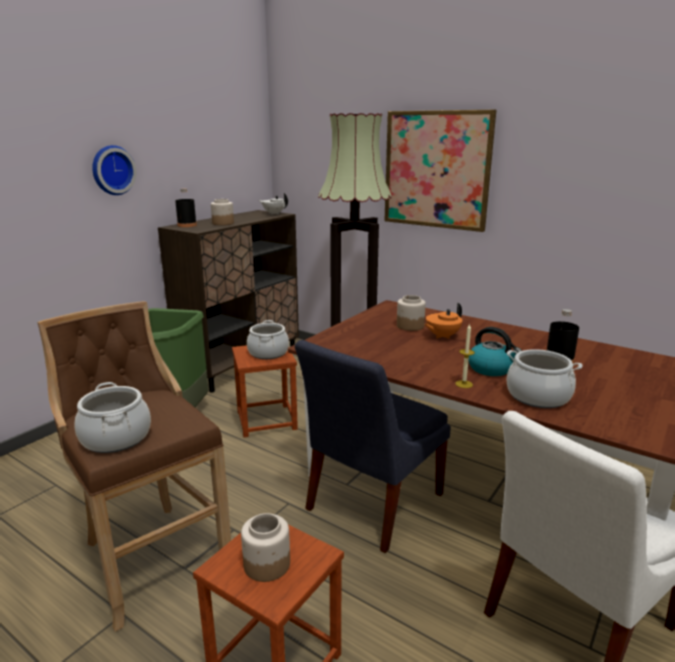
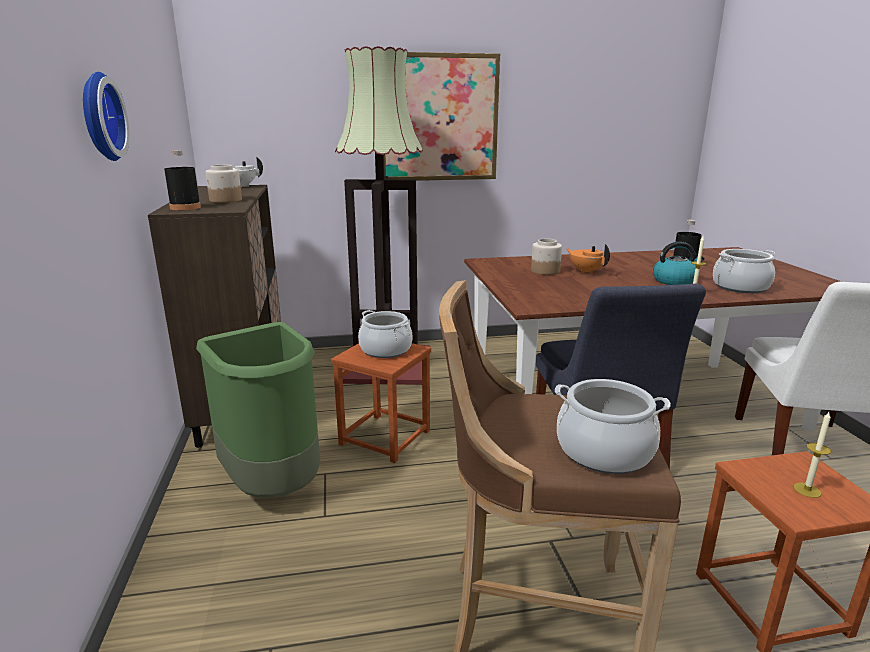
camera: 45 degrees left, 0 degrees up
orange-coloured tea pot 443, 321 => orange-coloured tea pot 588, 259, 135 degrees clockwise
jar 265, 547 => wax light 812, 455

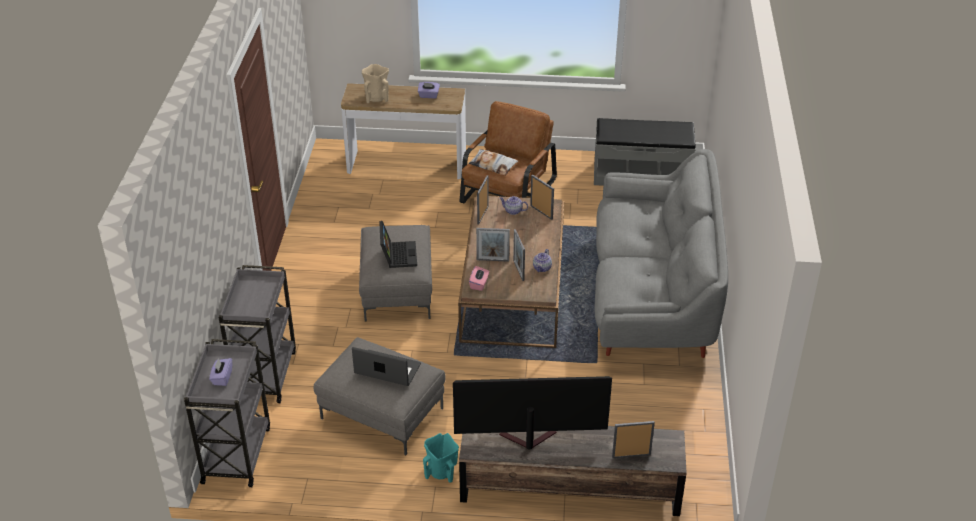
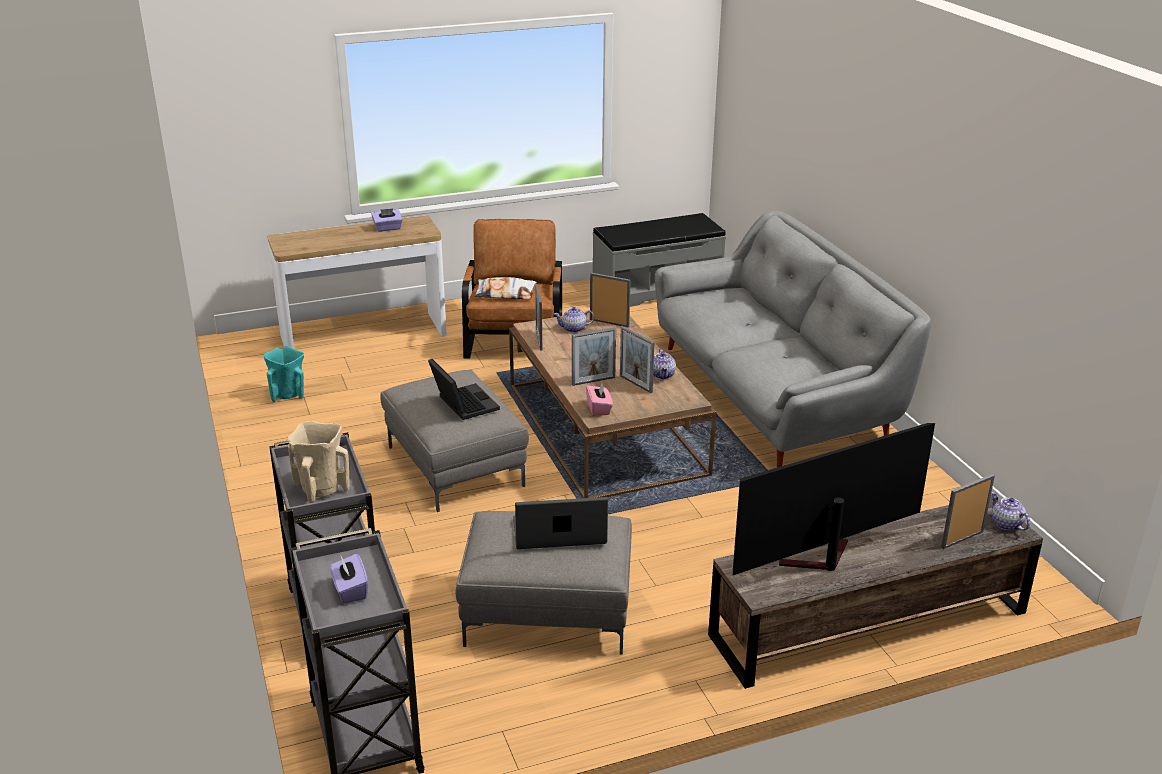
camera: 25 degrees left, 10 degrees down
turquoise-coloured vase 441, 458 => turquoise-coloured vase 284, 374, moved
sand-coloured vase 375, 83 => sand-coloured vase 319, 462, moved
nothing => tea pot 1010, 511

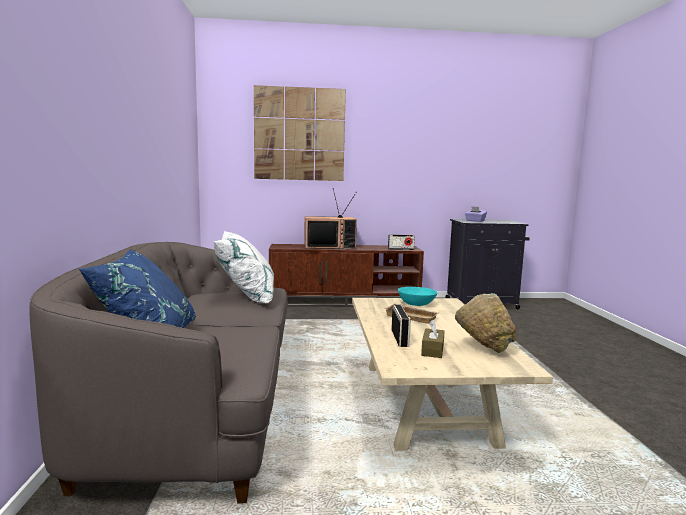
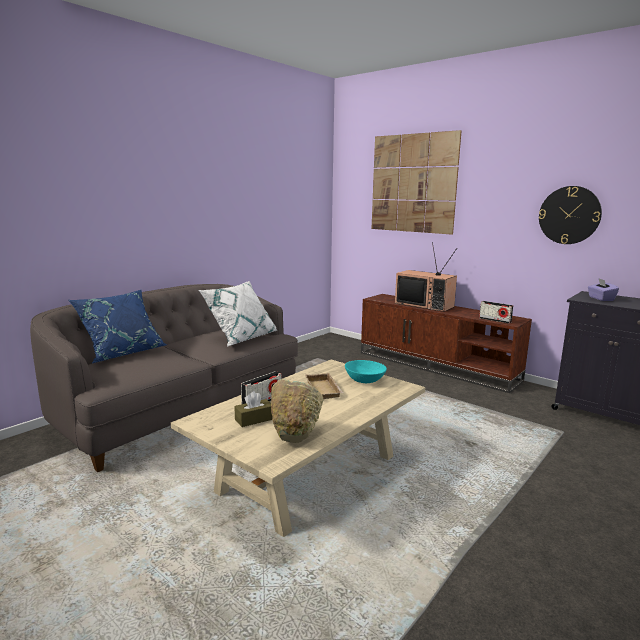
camera: 45 degrees right, 5 degrees up
nothing => wall clock 570, 215

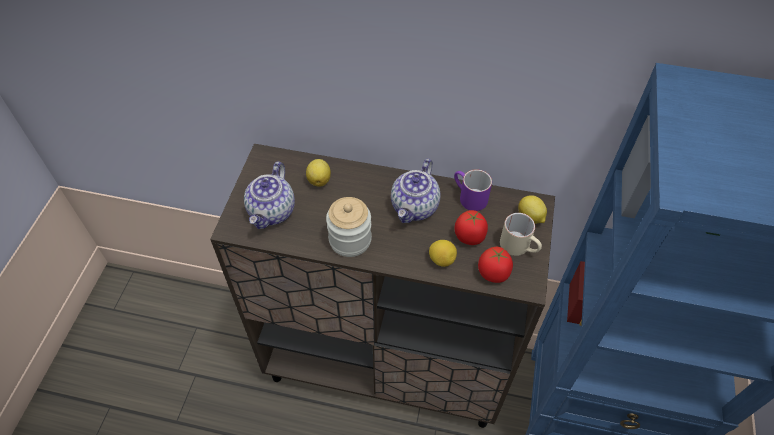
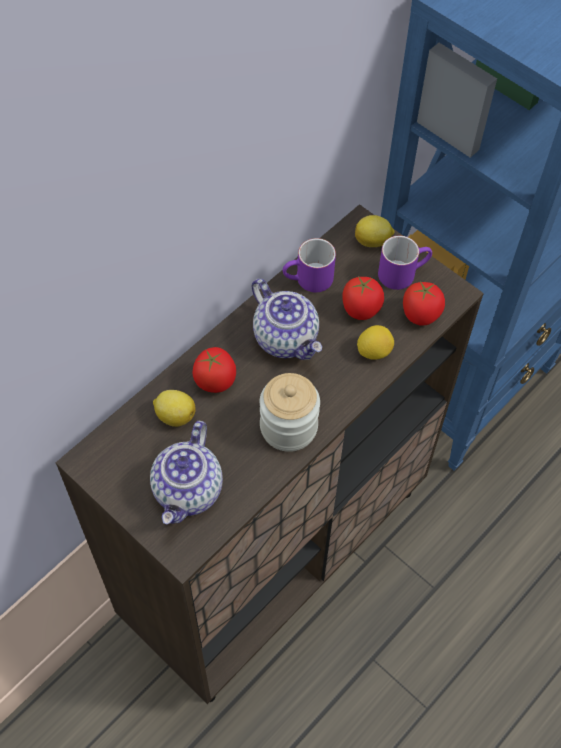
camera: 60 degrees left, 5 degrees up
tea pot 269, 195 => tea pot 186, 472, 60 degrees clockwise
nothing => tomato 214, 370
sand-coloured coffee mug 521, 234 => purplish coffee mug 405, 263

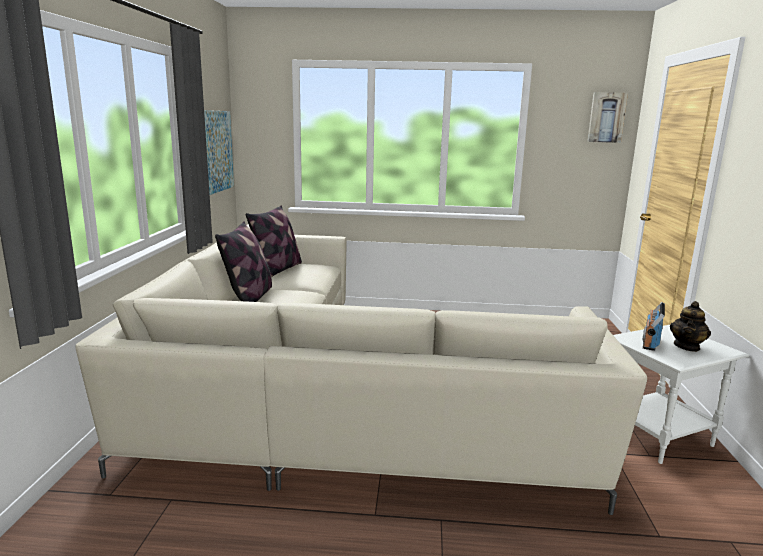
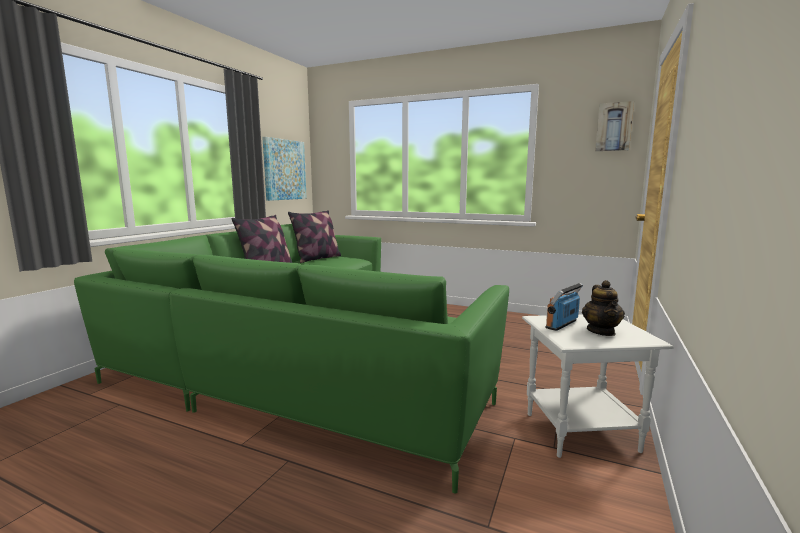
camera: 20 degrees right, 5 degrees down
sand-coloured couch 361, 369 => greenish couch 291, 359
tea pot 690, 326 => tea pot 603, 308, 45 degrees counterclockwise

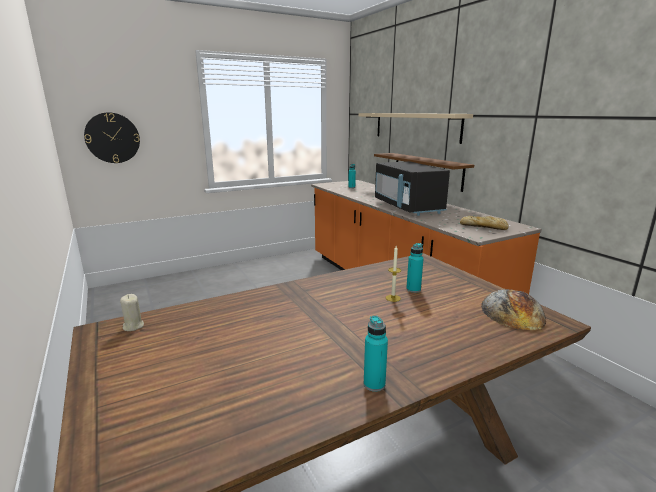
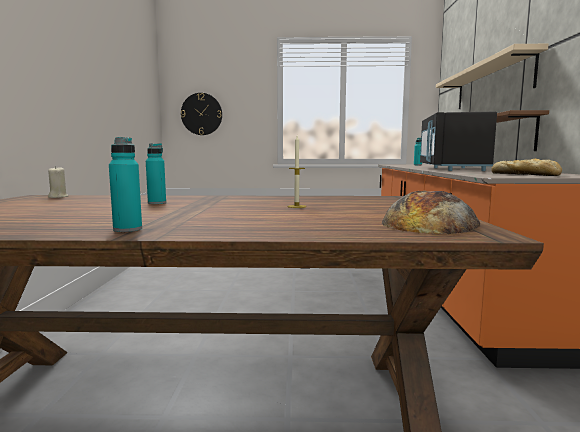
camera: 30 degrees right, 10 degrees down
turquoise-coloured bottle 415, 268 => turquoise-coloured bottle 156, 173, moved

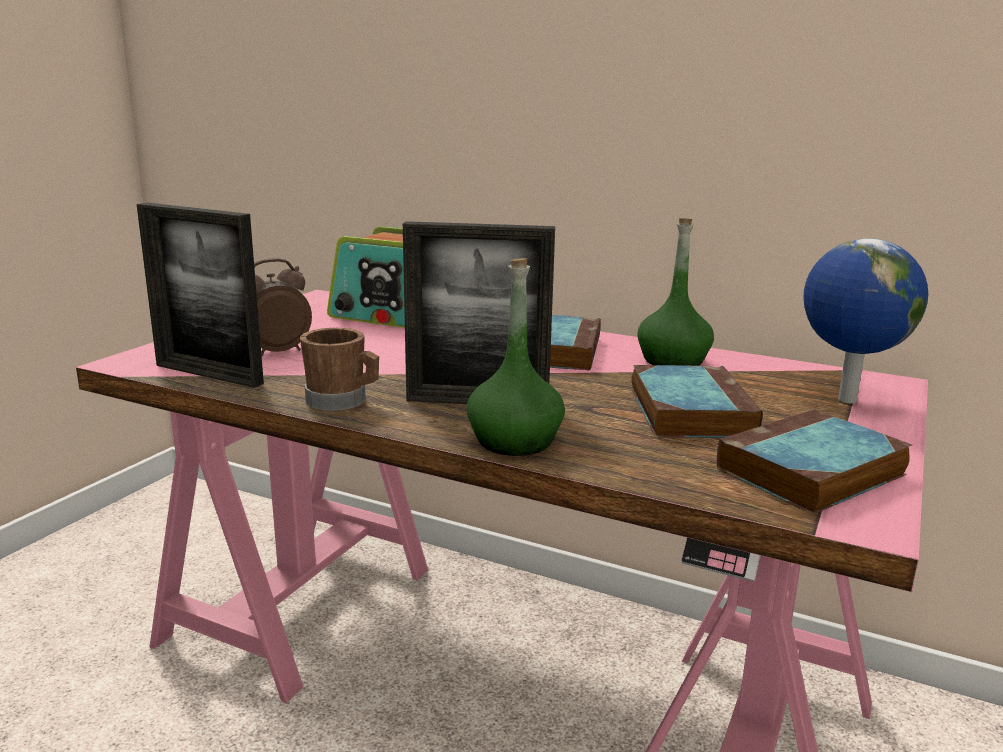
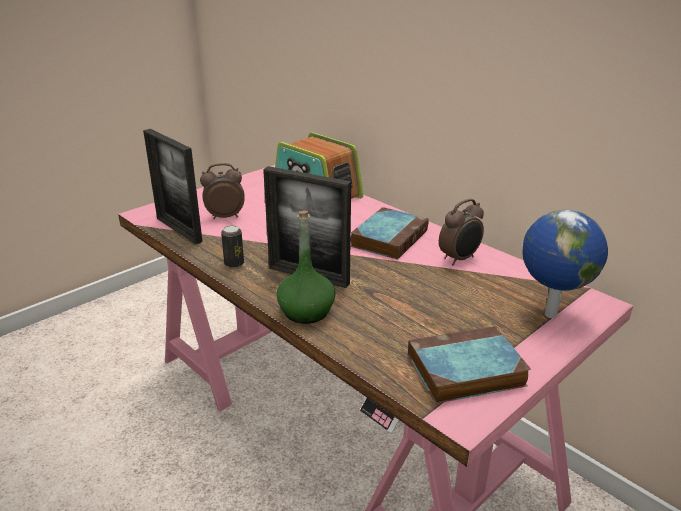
camera: 20 degrees right, 10 degrees up
brown coffee mug 339, 370 => can 232, 246
greenish bottle 675, 292 => table clock 461, 232
book 697, 401 => nothing

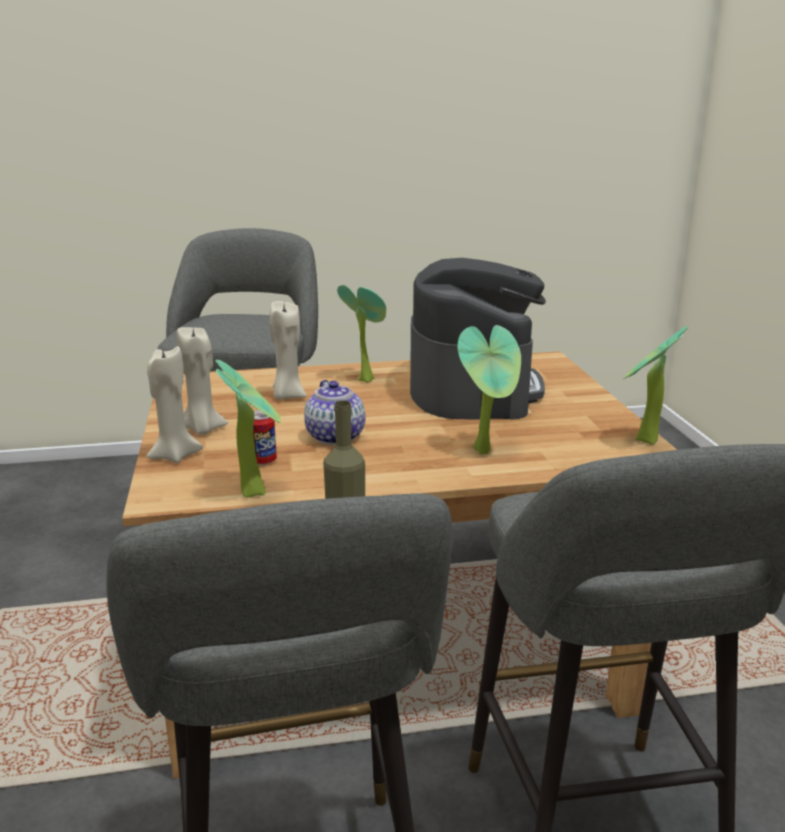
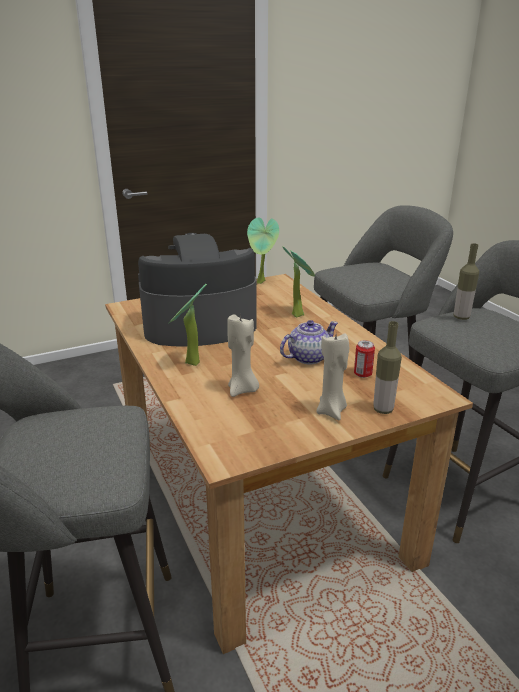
camera: 105 degrees left, 5 degrees up
sand-coloured wax light 174, 404 => bottle 387, 367
potted plant 248, 429 => nothing

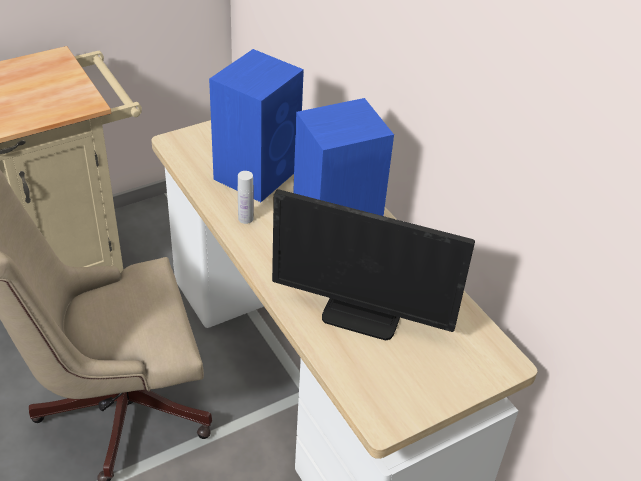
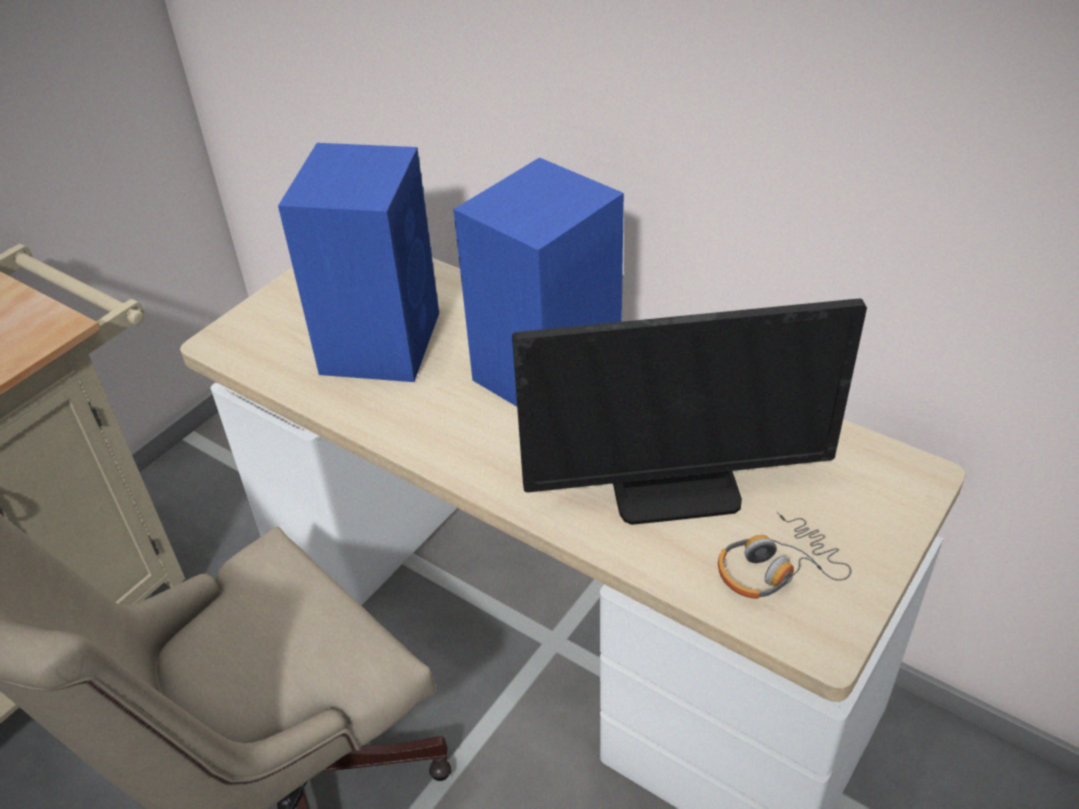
camera: 20 degrees left, 0 degrees up
nothing => pair of headphones 784, 555
white-coloured bottle 246, 197 => nothing

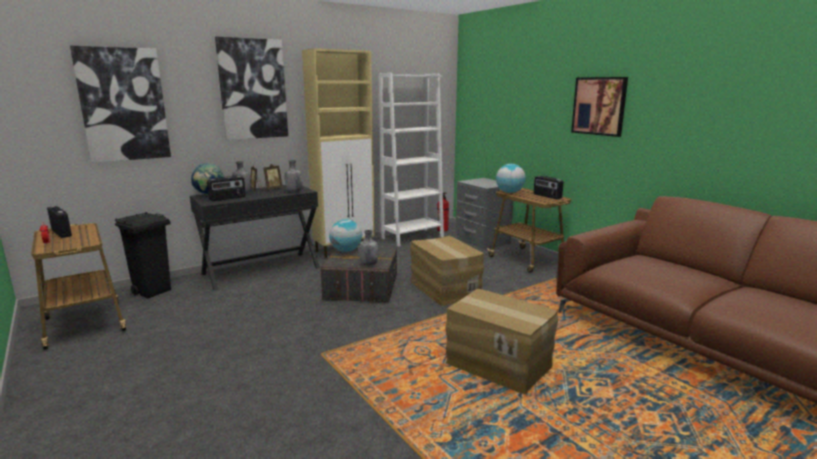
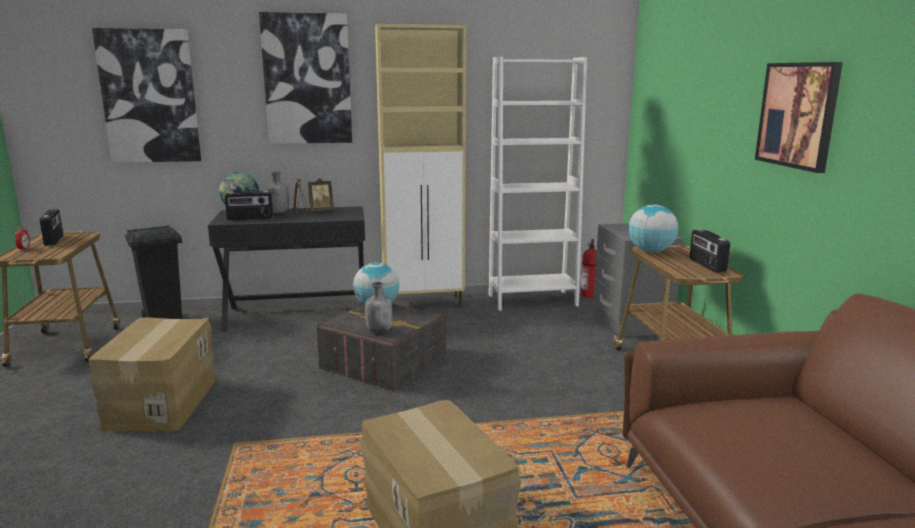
camera: 25 degrees right, 0 degrees up
packing box 447, 271 => packing box 151, 374, moved
greyish bottle 293, 176 => nothing

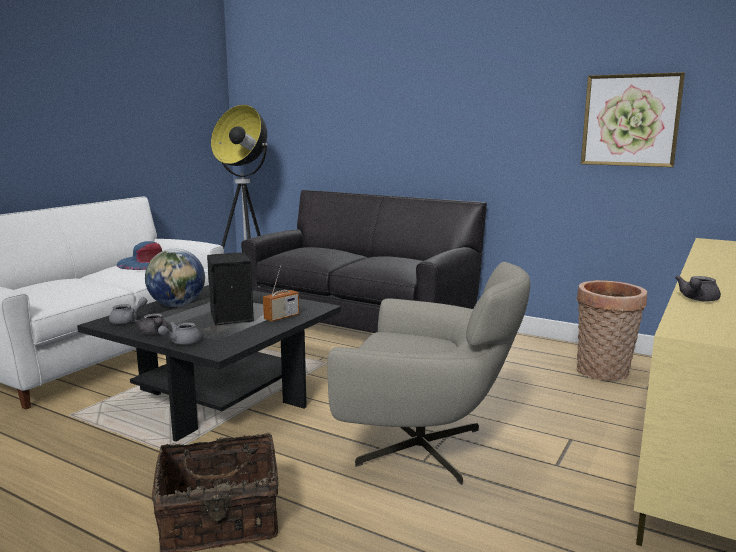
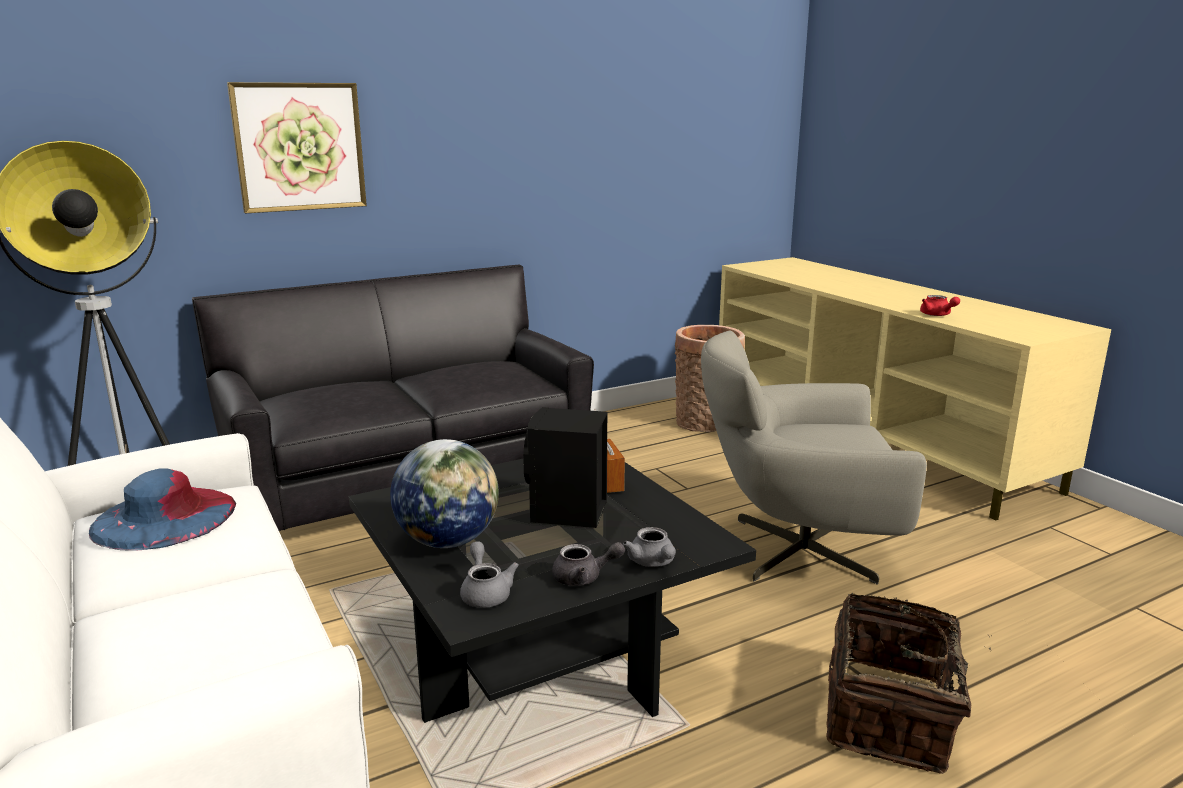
camera: 60 degrees left, 5 degrees up
wall art 633, 119 => wall art 297, 147, moved
greyish armchair 428, 373 => greyish armchair 814, 458, 135 degrees counterclockwise
greyish tea pot 698, 288 => red-coloured tea pot 940, 305

